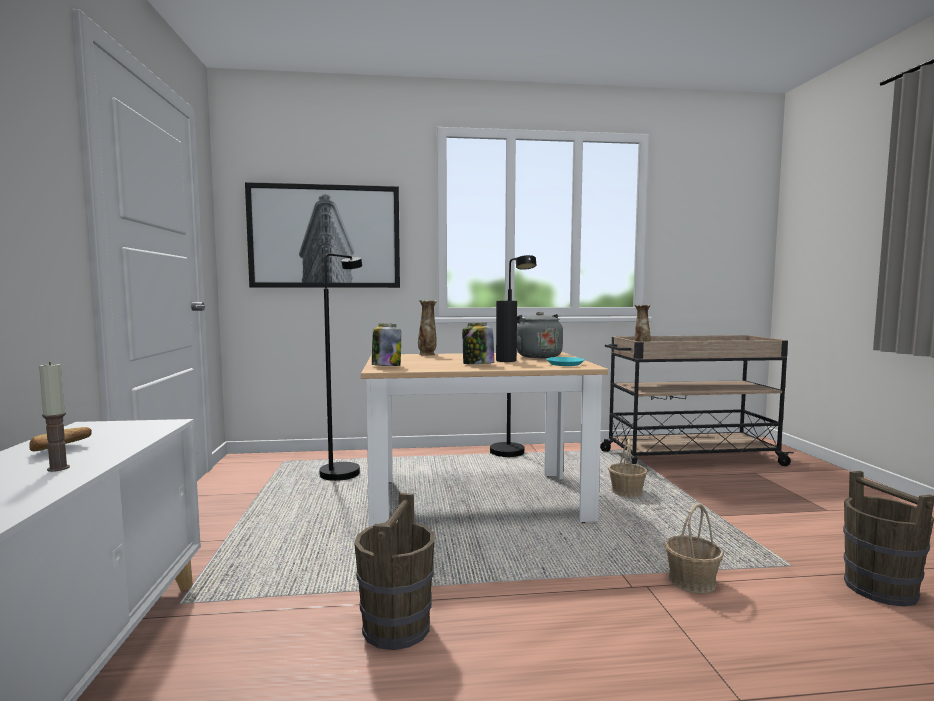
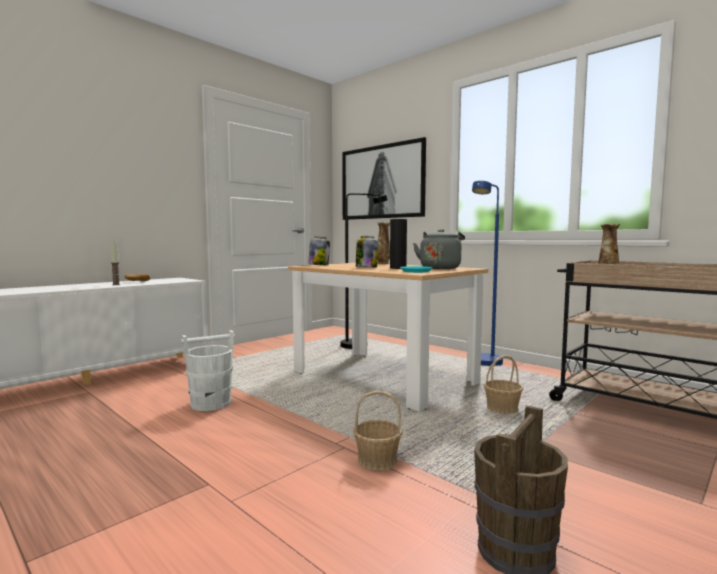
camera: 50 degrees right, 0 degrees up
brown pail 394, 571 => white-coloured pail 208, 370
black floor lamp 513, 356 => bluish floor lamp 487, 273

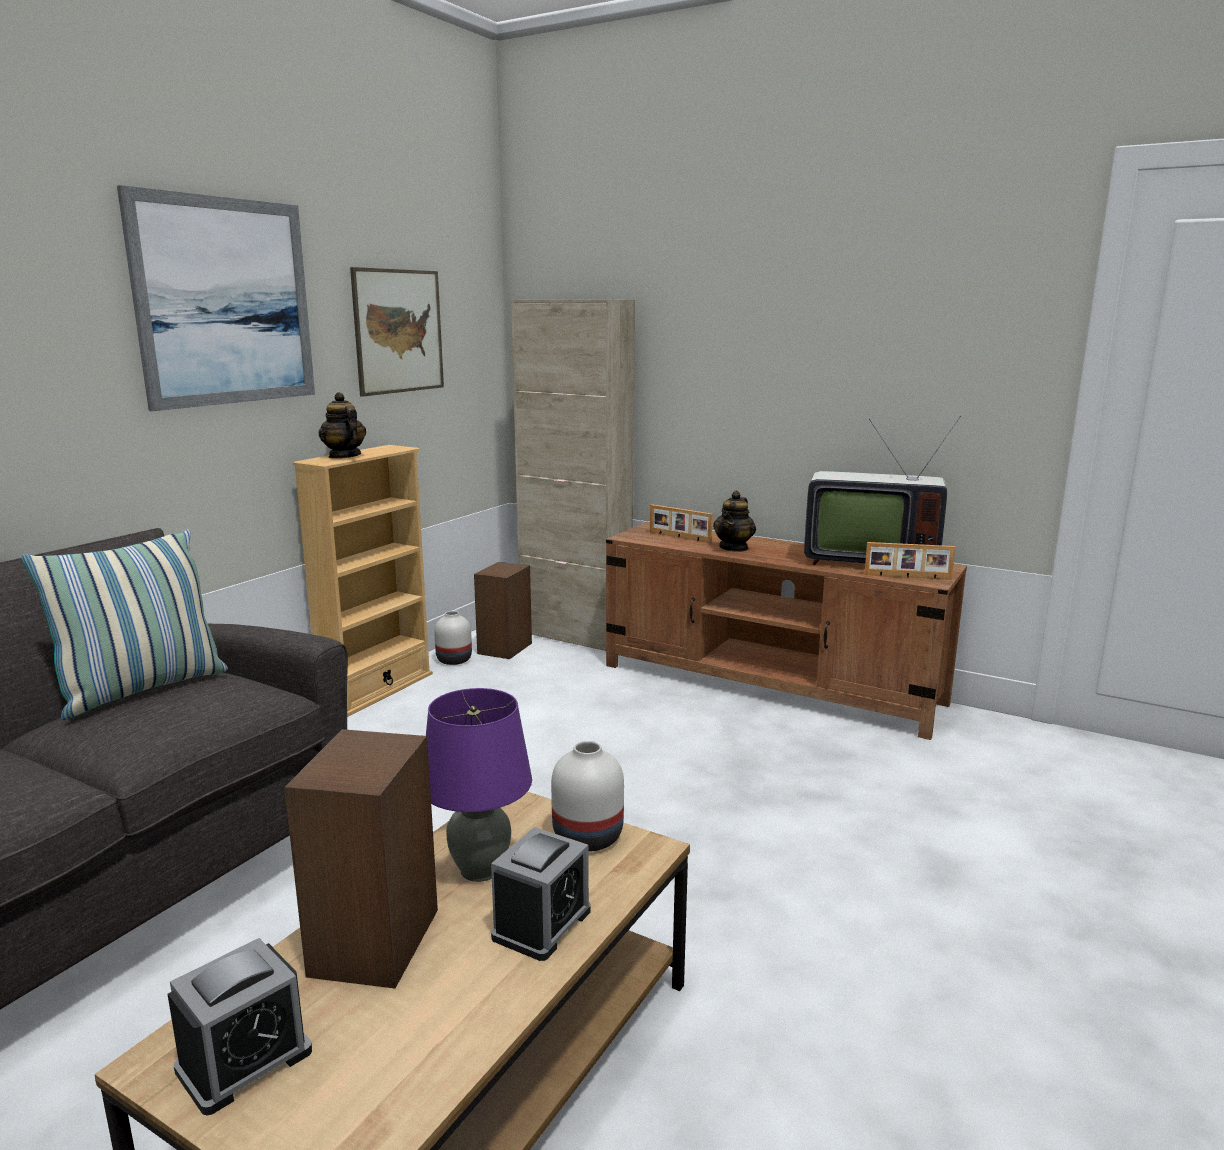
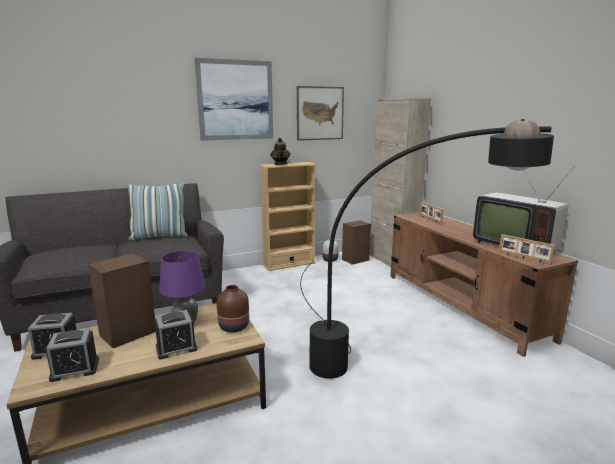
camera: 35 degrees right, 0 degrees up
nothing => table clock 72, 355
white-coloured vase 587, 796 => brown vase 233, 309
nothing => black floor lamp 427, 249
tea pot 734, 521 => nothing

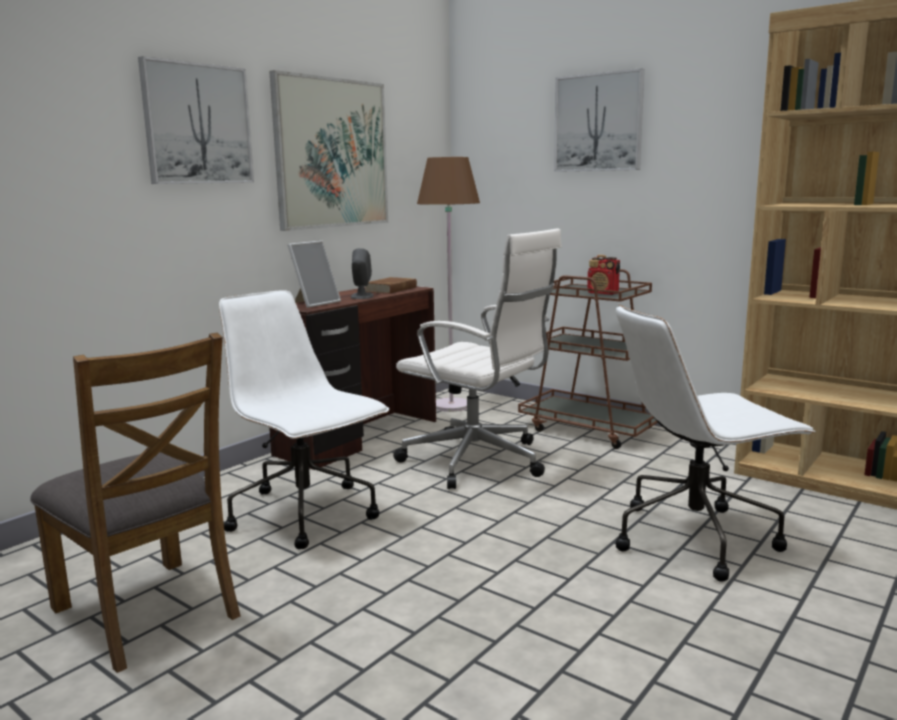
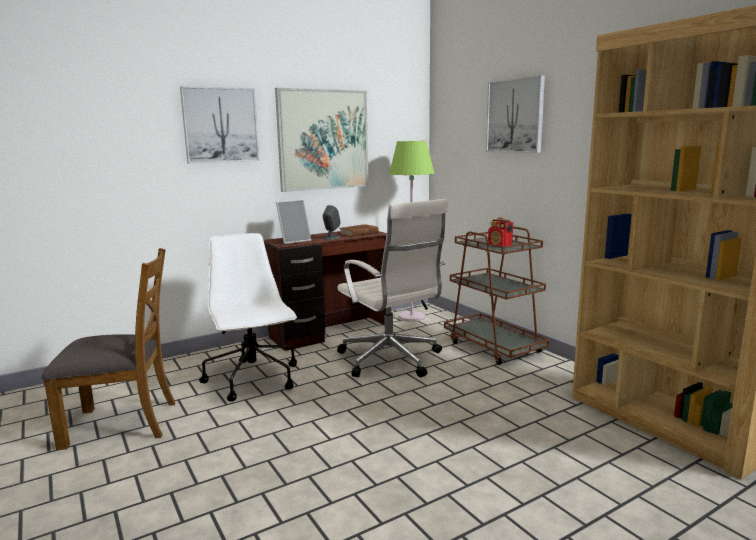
camera: 20 degrees right, 0 degrees up
brown upright chair 135, 503 => brown upright chair 108, 349, 75 degrees counterclockwise
brown floor lamp 448, 284 => greenish floor lamp 411, 231
white-coloured office chair 716, 443 => nothing

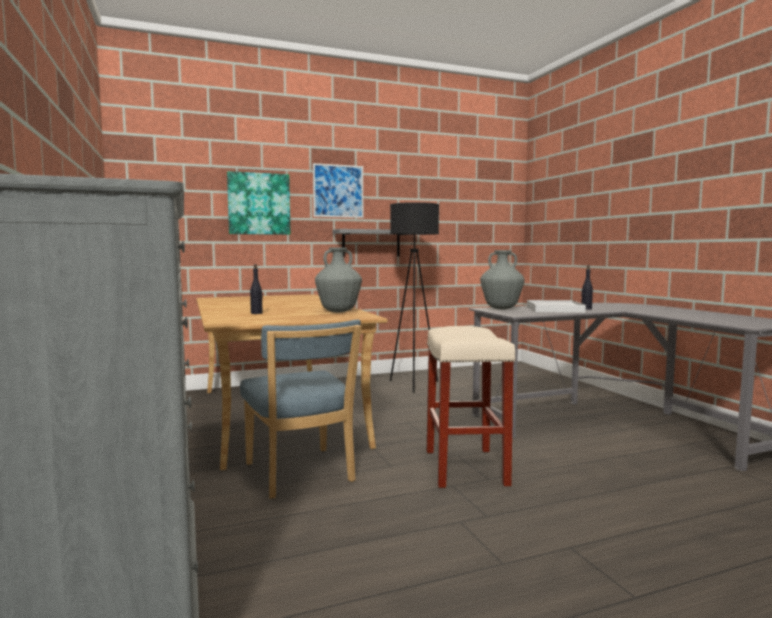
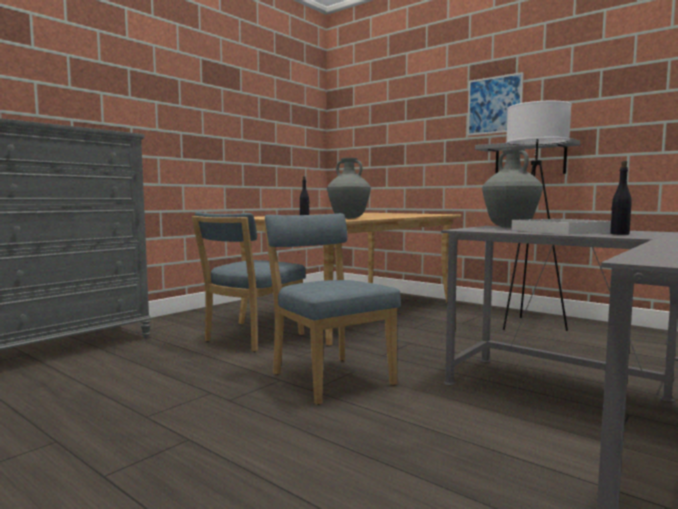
camera: 60 degrees right, 0 degrees up
sand-coloured stool seat 471, 407 => bluish upright chair 332, 309
black floor lamp 414, 297 => white-coloured floor lamp 537, 216
wall art 259, 203 => nothing

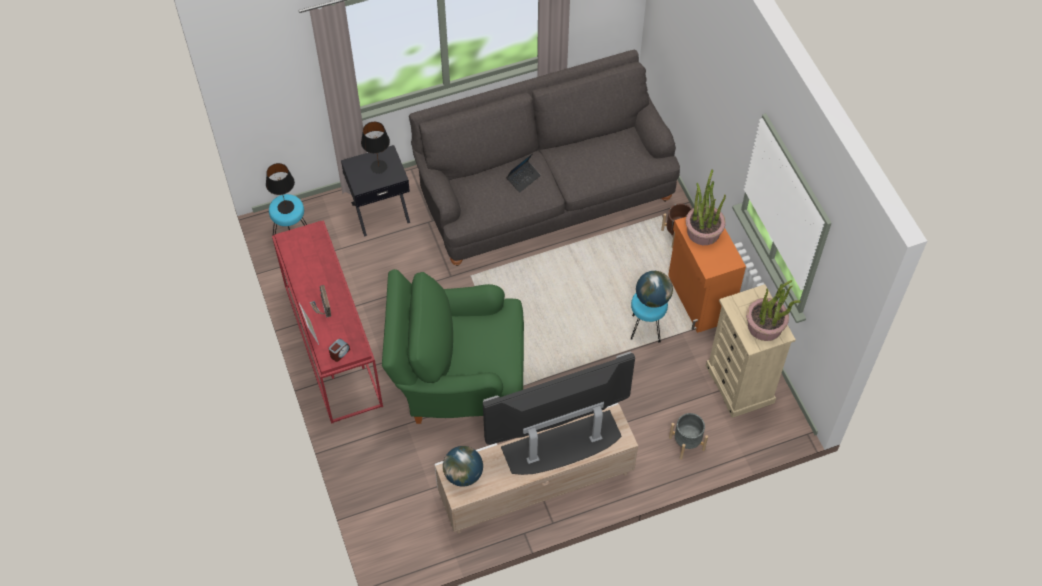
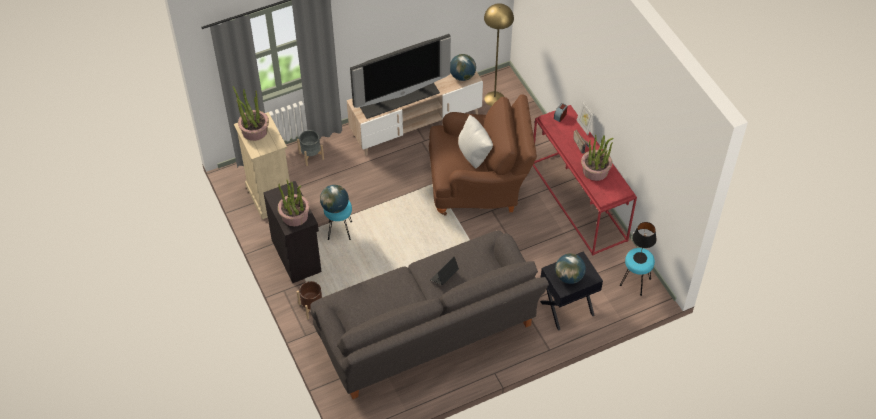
camera: 175 degrees right, 5 degrees down
orange-coloured cupboard 707, 275 => black cupboard 292, 232
greenish armchair 453, 346 => brown armchair 483, 155
nothing => white-coloured cushion 475, 142
nothing => yellow-coloured floor lamp 499, 54
black tabletop lamp 375, 148 => globe 570, 268
nothing => potted plant 597, 158

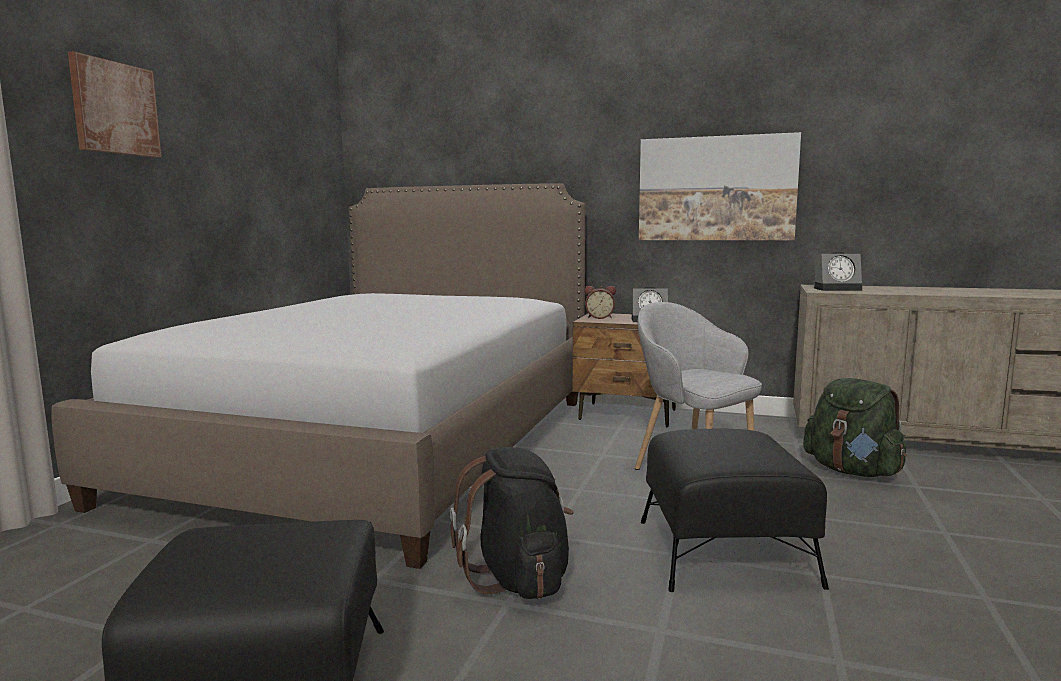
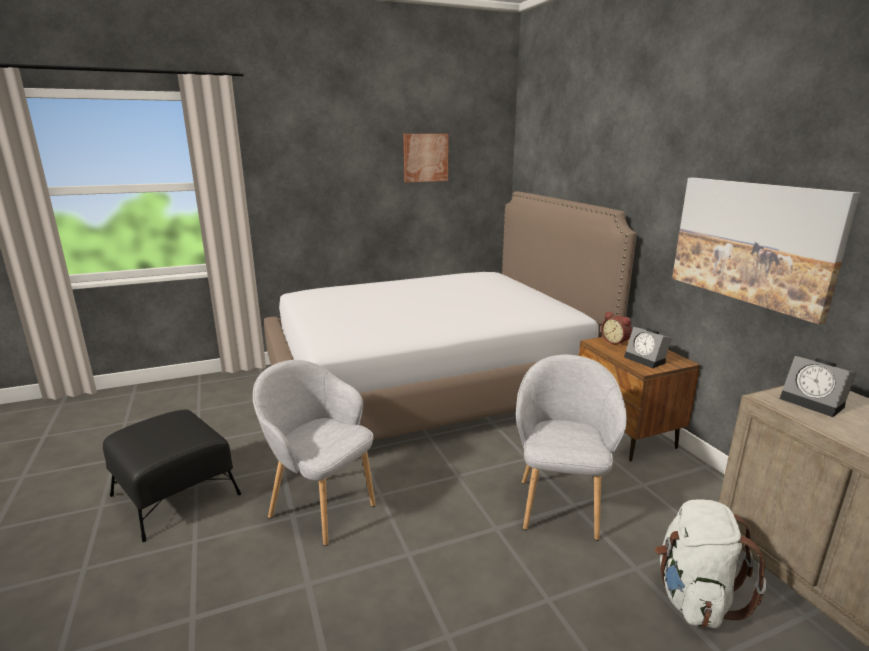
camera: 50 degrees right, 10 degrees up
black rucksack 511, 523 => greyish armchair 314, 453
wall art 115, 104 => wall art 426, 157, moved
greenish rucksack 855, 427 => white-coloured rucksack 711, 563
black pouffe 735, 510 => nothing

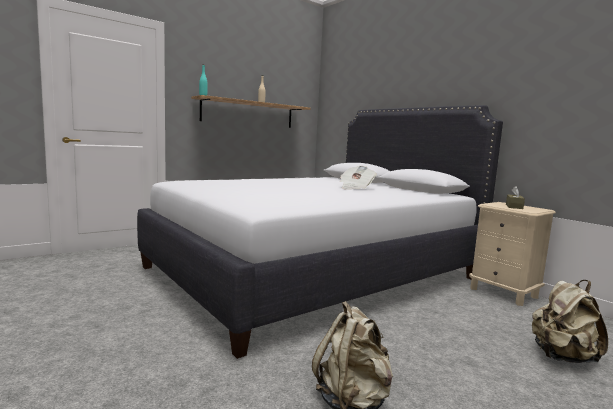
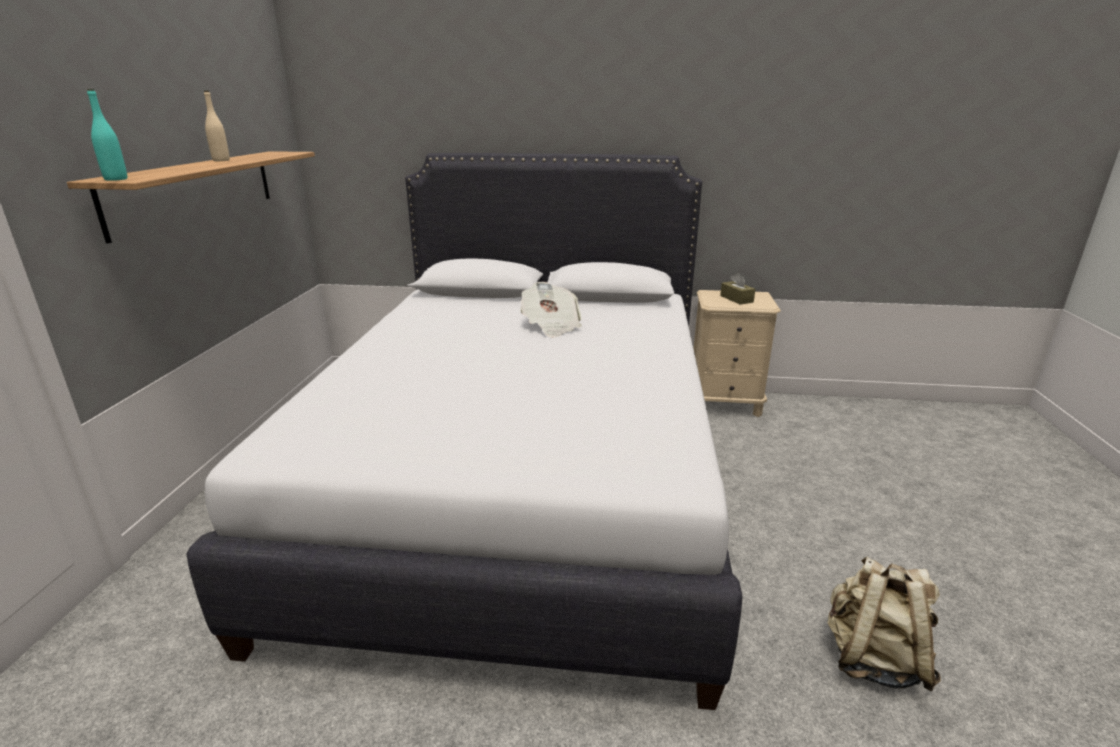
camera: 45 degrees left, 15 degrees up
sand-coloured rucksack 570, 321 => nothing

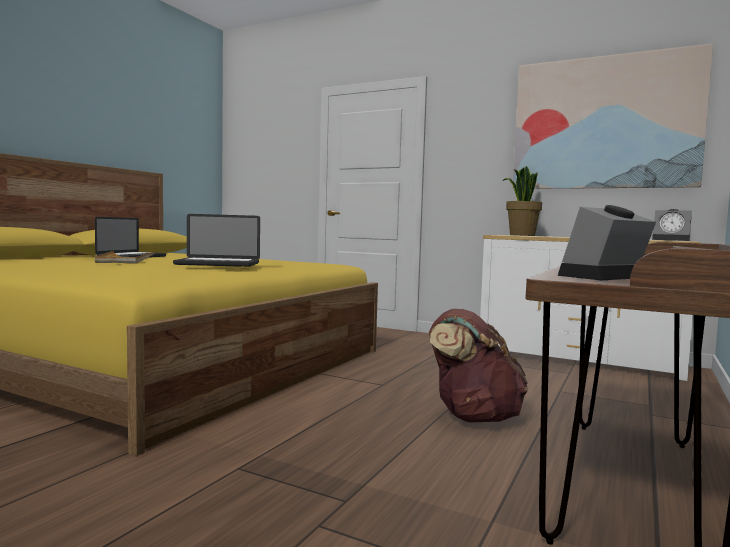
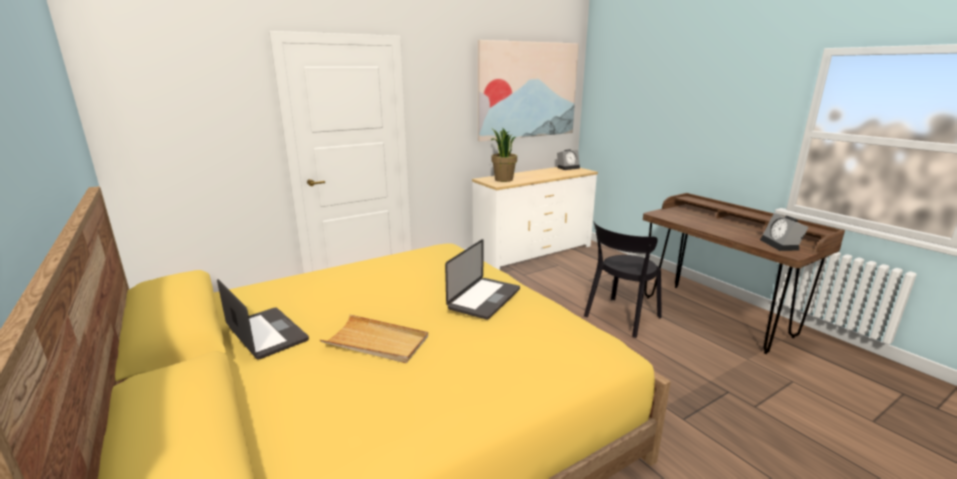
camera: 60 degrees left, 15 degrees up
brown rucksack 478, 366 => black upright chair 623, 279

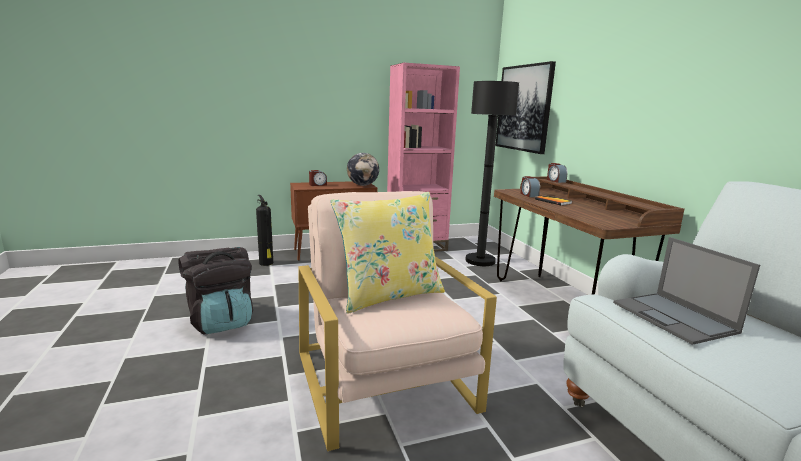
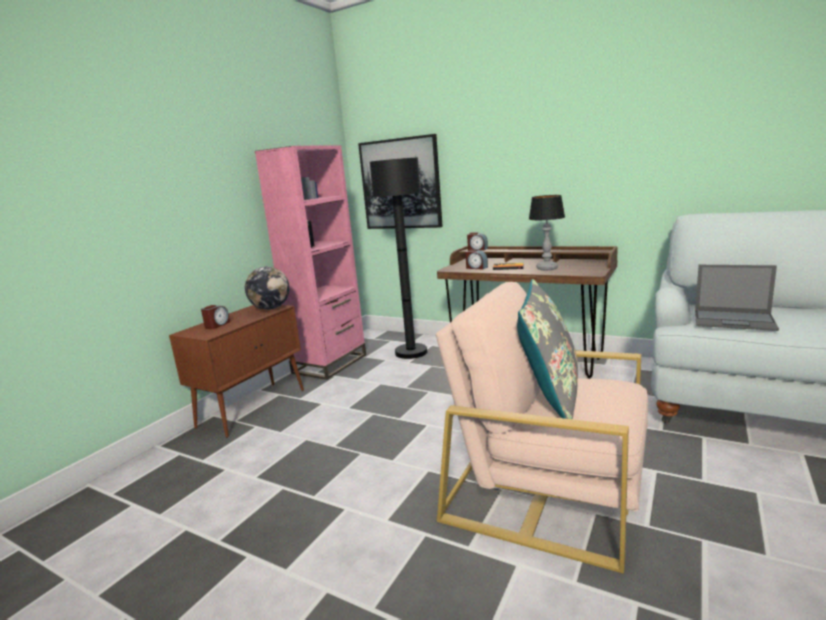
camera: 40 degrees left, 0 degrees up
yellow-coloured cushion 388, 253 => greyish cushion 547, 349
nothing => tabletop lamp 547, 232
black rucksack 215, 290 => nothing
extinguisher 264, 230 => nothing

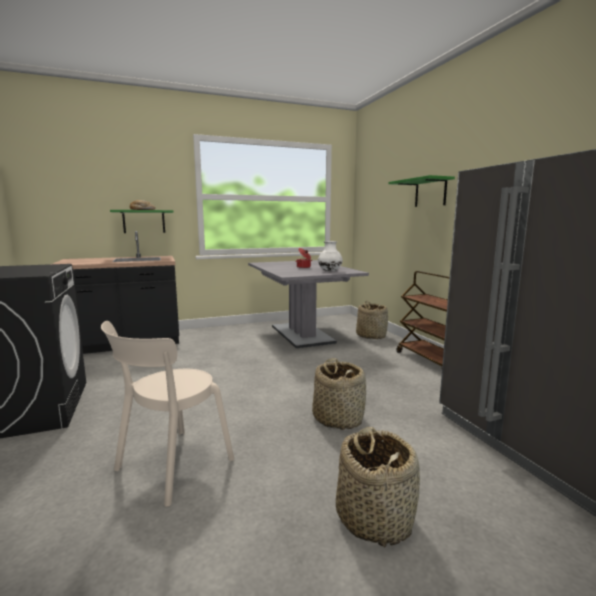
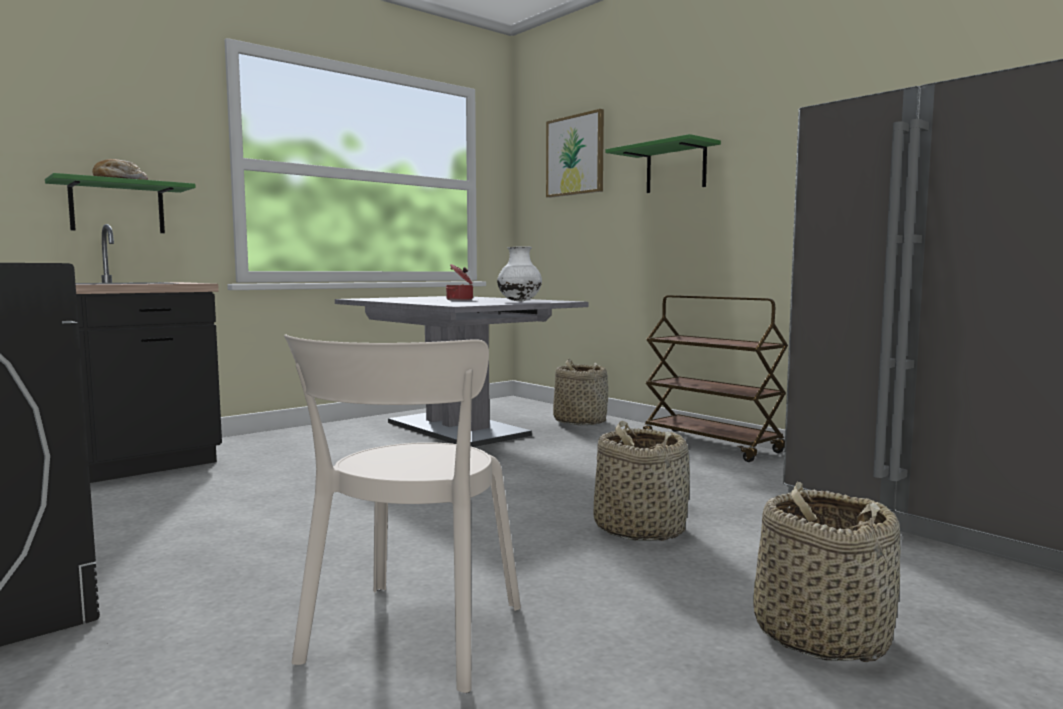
camera: 20 degrees left, 5 degrees down
nothing => wall art 575, 153

